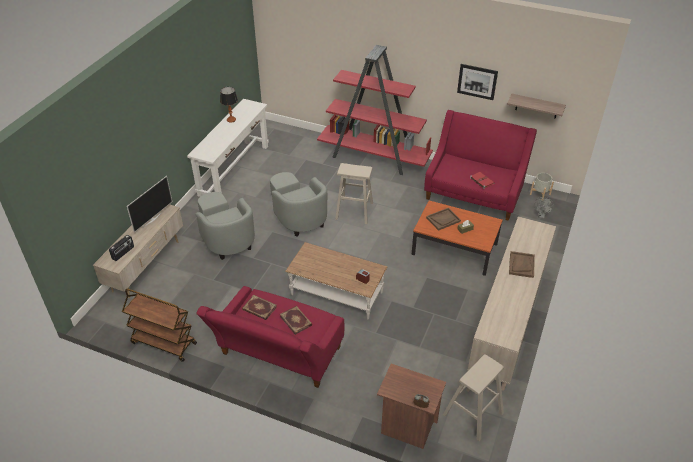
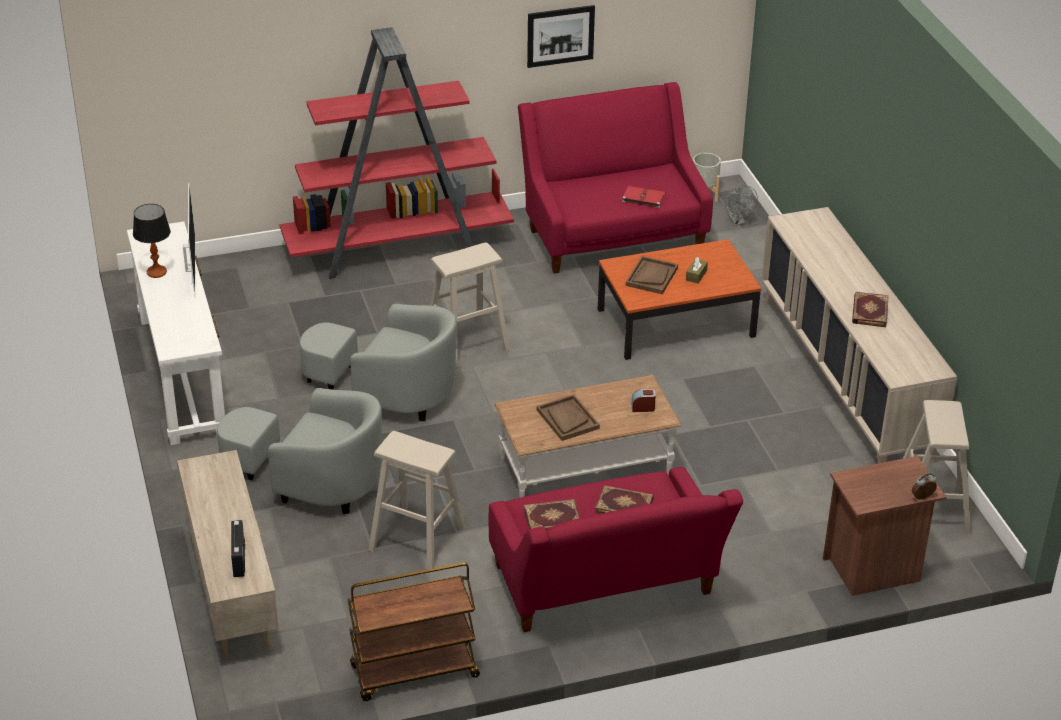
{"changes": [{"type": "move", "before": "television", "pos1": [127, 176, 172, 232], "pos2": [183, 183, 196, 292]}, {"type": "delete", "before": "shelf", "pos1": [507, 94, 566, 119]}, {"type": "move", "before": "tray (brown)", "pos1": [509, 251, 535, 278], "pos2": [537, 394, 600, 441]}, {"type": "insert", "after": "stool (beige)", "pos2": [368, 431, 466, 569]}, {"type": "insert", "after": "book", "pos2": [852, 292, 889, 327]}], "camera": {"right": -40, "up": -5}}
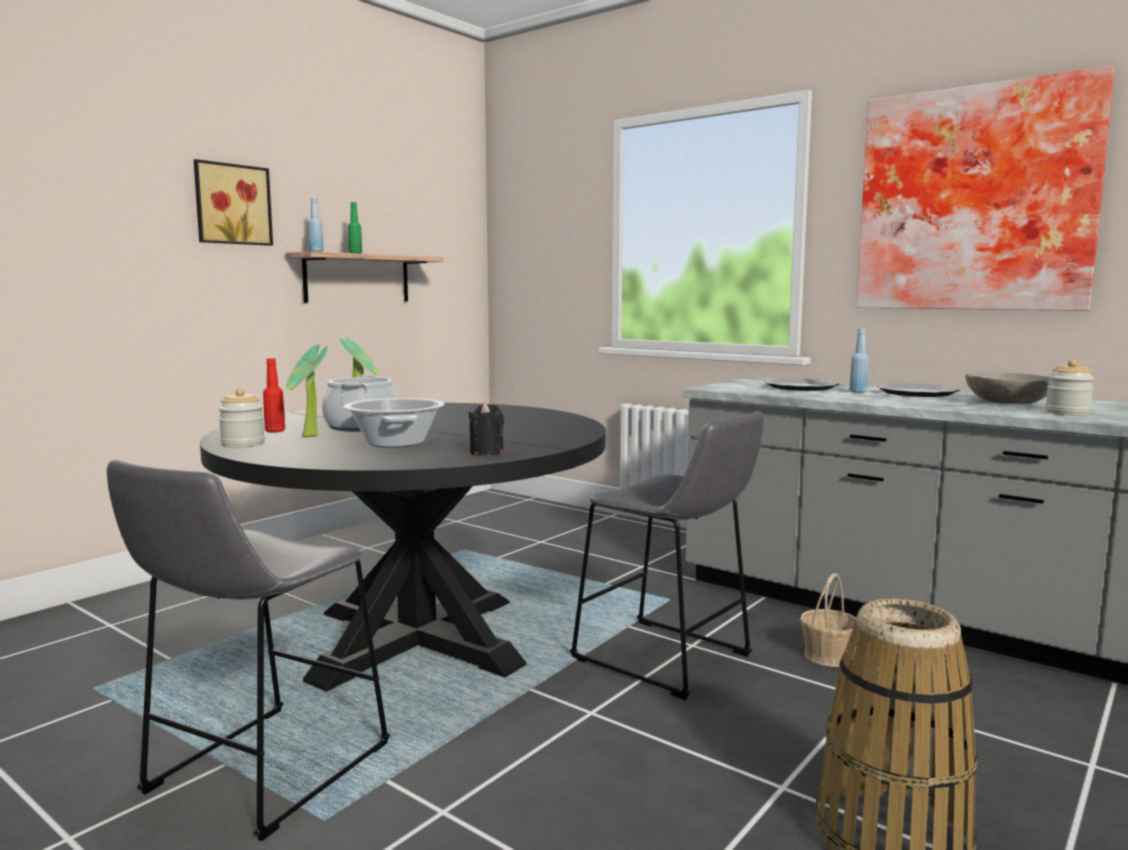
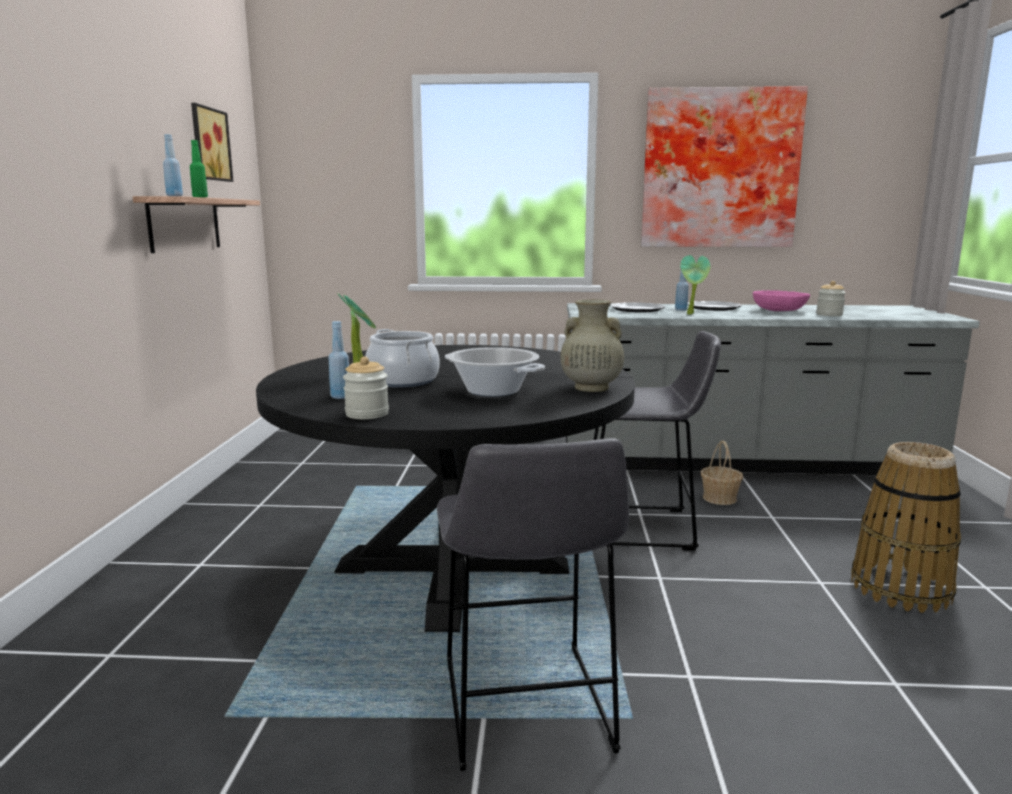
{"changes": [{"type": "move", "before": "picture", "pos1": [194, 159, 273, 246], "pos2": [191, 103, 233, 182]}, {"type": "recolor", "before": "bottle (red)", "after": "bottle (blue)", "pos1": [263, 358, 285, 433], "pos2": [328, 321, 349, 399]}, {"type": "move", "before": "potted plant", "pos1": [286, 345, 328, 438], "pos2": [680, 255, 711, 315]}, {"type": "replace", "before": "candle (black)", "after": "vase (beige)", "pos1": [468, 403, 504, 455], "pos2": [561, 299, 624, 392]}, {"type": "recolor", "before": "bowl (grey)", "after": "bowl (pink)", "pos1": [966, 372, 1050, 404], "pos2": [753, 290, 810, 311]}], "camera": {"right": -35, "up": 5}}
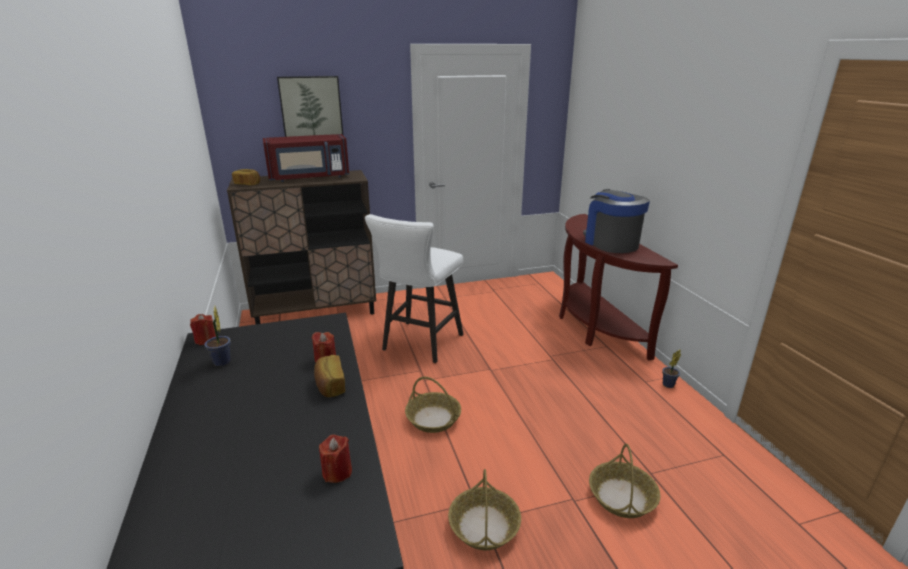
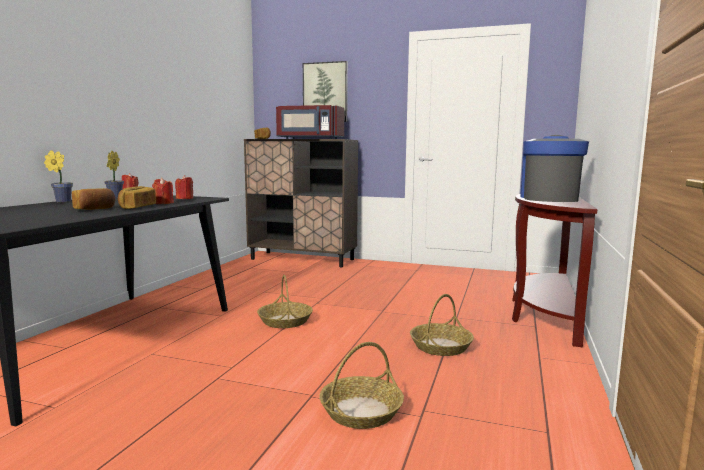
{"changes": [{"type": "move", "before": "candle (red)", "pos1": [319, 435, 352, 483], "pos2": [175, 175, 193, 199]}, {"type": "delete", "before": "stool (white)", "pos1": [365, 214, 463, 363]}, {"type": "move", "before": "basket", "pos1": [448, 469, 521, 550], "pos2": [410, 294, 474, 356]}, {"type": "move", "before": "potted plant", "pos1": [662, 350, 681, 388], "pos2": [44, 150, 73, 203]}, {"type": "insert", "after": "bread", "pos2": [72, 188, 115, 210]}], "camera": {"right": 35, "up": -15}}
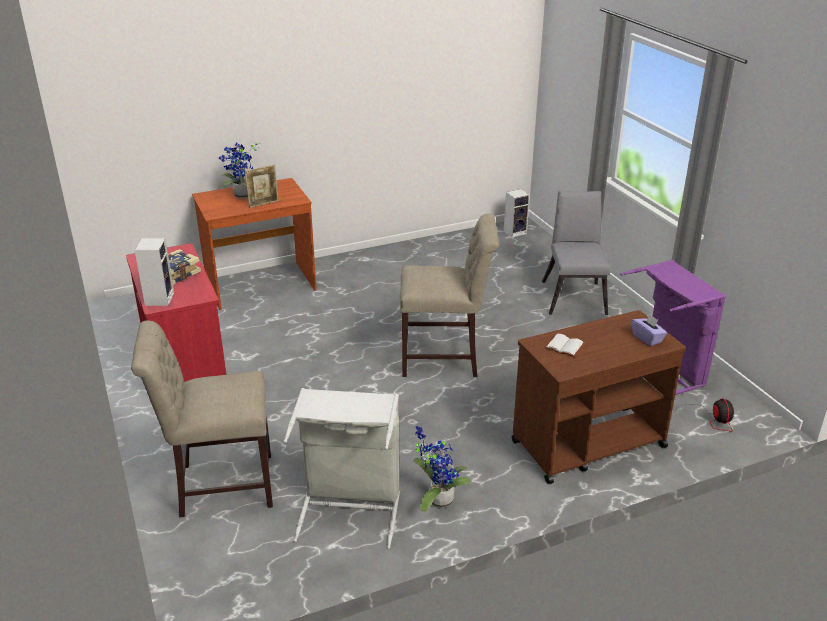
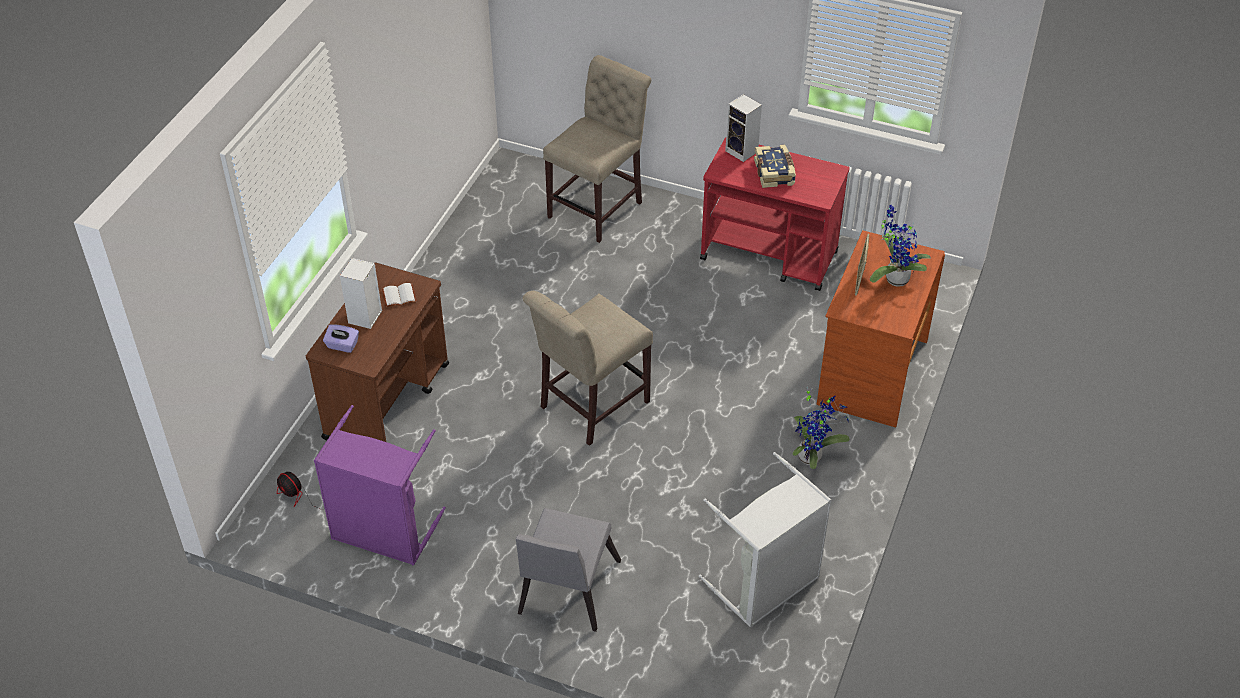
{"changes": [{"type": "move", "before": "laundry basket (grey)", "pos1": [284, 388, 400, 549], "pos2": [699, 452, 832, 628]}, {"type": "move", "before": "potted plant", "pos1": [412, 426, 470, 512], "pos2": [792, 387, 850, 469]}, {"type": "move", "before": "speaker", "pos1": [504, 189, 530, 237], "pos2": [340, 258, 382, 329]}, {"type": "rotate", "before": "chair (grey)", "pos1": [542, 190, 611, 315], "pos2": [516, 508, 621, 632], "turn": 60}], "camera": {"right": 135, "up": 15}}
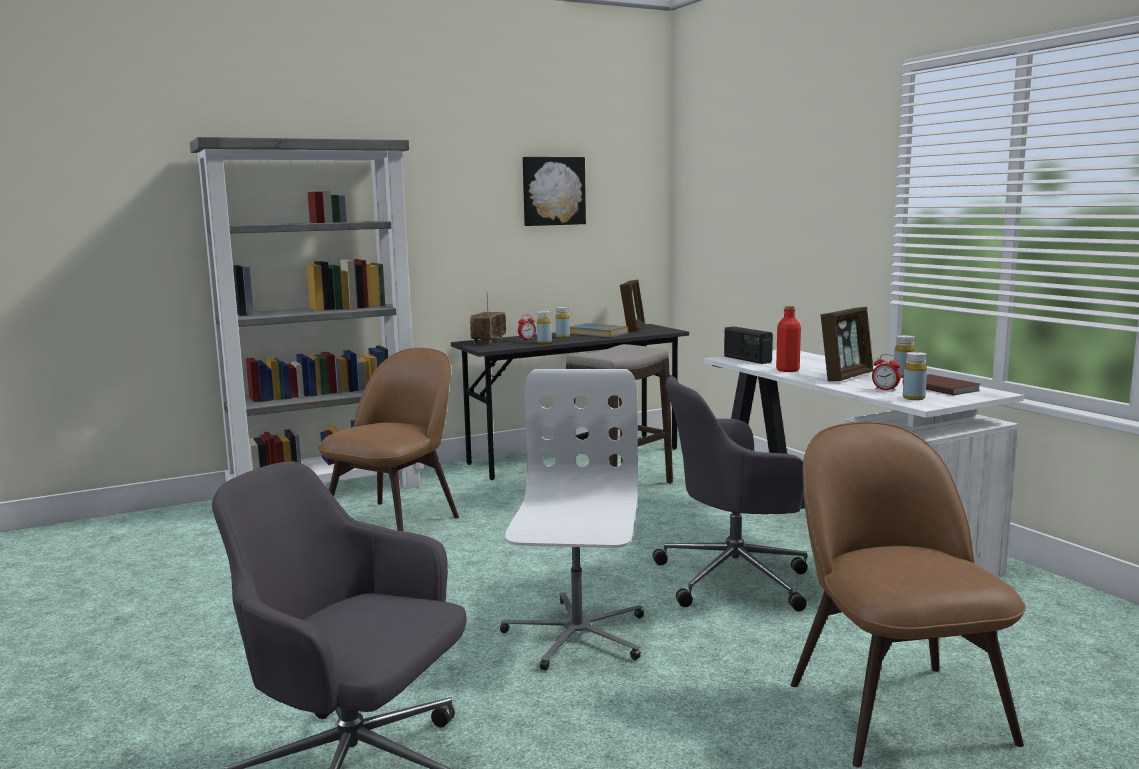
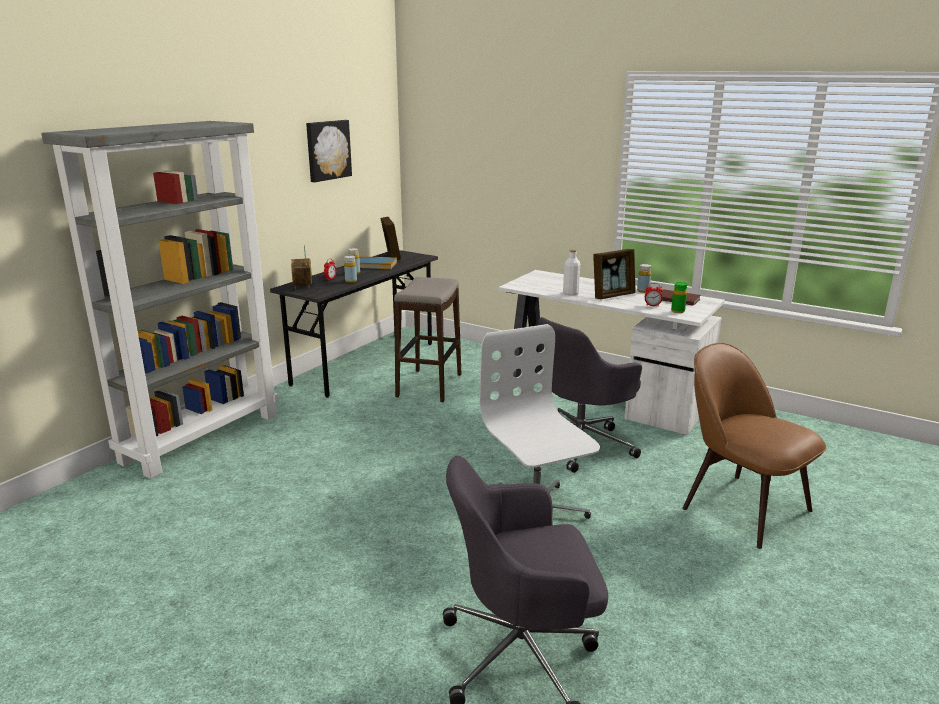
{"changes": [{"type": "delete", "before": "chair (brown)", "pos1": [318, 348, 459, 532]}, {"type": "delete", "before": "radio", "pos1": [724, 326, 773, 364]}, {"type": "recolor", "before": "bottle (red)", "after": "bottle (white)", "pos1": [776, 305, 801, 372], "pos2": [563, 249, 580, 296]}, {"type": "rotate", "before": "picture frame", "pos1": [821, 307, 873, 381], "pos2": [593, 249, 636, 299], "turn": 45}, {"type": "recolor", "before": "bottle (yellow)", "after": "bottle (green)", "pos1": [903, 352, 927, 400], "pos2": [671, 282, 687, 313]}], "camera": {"right": -30, "up": 10}}
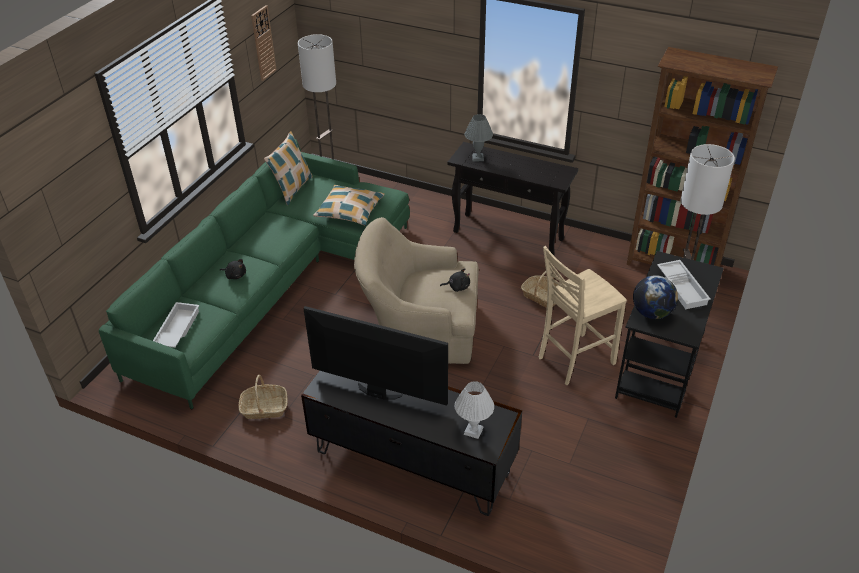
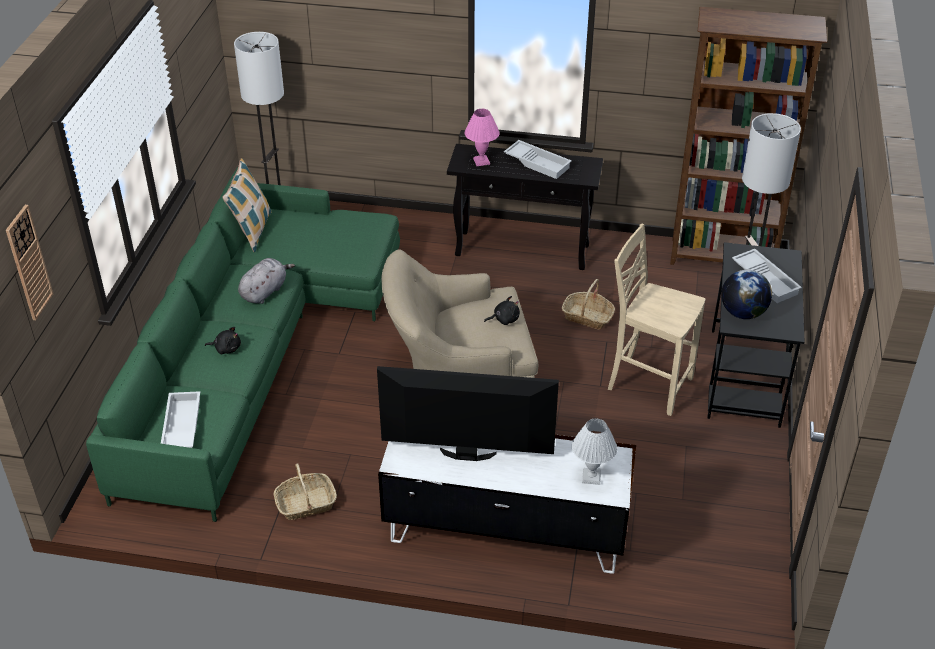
{"changes": [{"type": "move", "before": "wall clock", "pos1": [251, 5, 277, 81], "pos2": [6, 205, 53, 320]}, {"type": "recolor", "before": "tv stand (black)", "after": "tv stand (white)", "pos1": [301, 371, 522, 516], "pos2": [378, 435, 636, 574]}, {"type": "delete", "before": "pillow", "pos1": [313, 185, 385, 226]}, {"type": "recolor", "before": "table lamp (grey)", "after": "table lamp (pink)", "pos1": [465, 114, 493, 161], "pos2": [465, 109, 499, 166]}, {"type": "rotate", "before": "chair (beige)", "pos1": [539, 246, 627, 385], "pos2": [608, 223, 705, 416], "turn": 75}, {"type": "insert", "after": "plush toy (grey)", "pos2": [238, 258, 295, 304]}, {"type": "insert", "after": "tray (white)", "pos2": [504, 140, 572, 179]}], "camera": {"right": -15, "up": 0}}
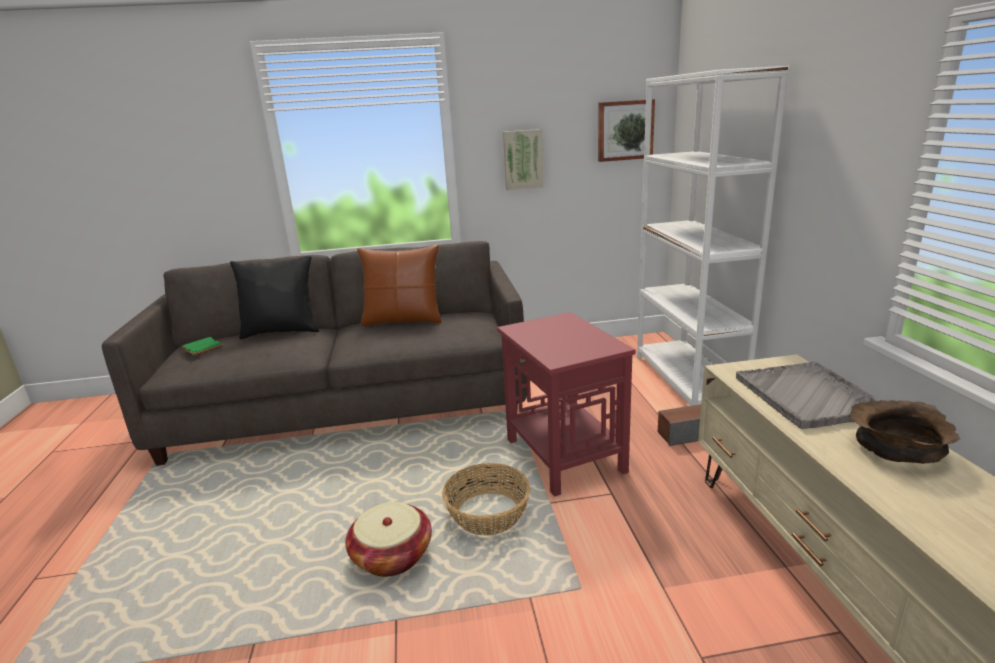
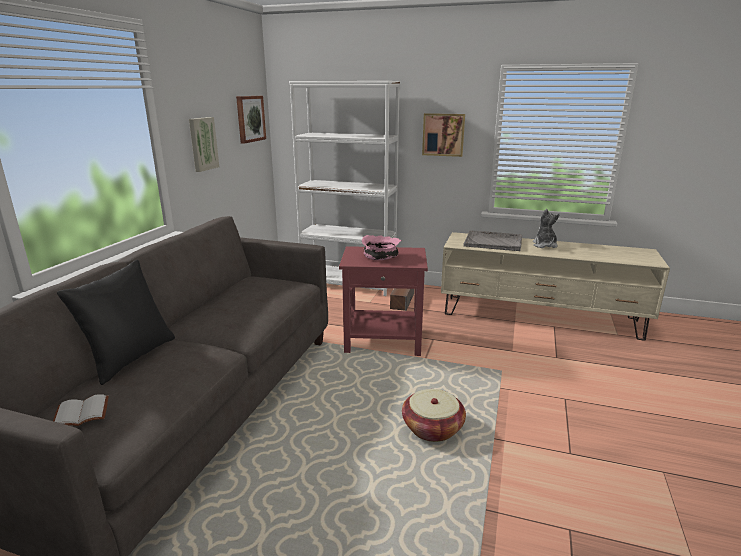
{"changes": [{"type": "recolor", "before": "book (green)", "after": "book (white)", "pos1": [180, 337, 223, 356], "pos2": [53, 394, 109, 426]}, {"type": "delete", "before": "pillow (brown)", "pos1": [357, 245, 442, 326]}, {"type": "delete", "before": "basket", "pos1": [442, 463, 530, 536]}, {"type": "replace", "before": "bowl (brown)", "after": "plush toy", "pos1": [850, 400, 960, 464], "pos2": [533, 209, 560, 248]}, {"type": "insert", "after": "bowl (pink)", "pos2": [362, 235, 402, 260]}, {"type": "insert", "after": "picture", "pos2": [422, 113, 465, 157]}], "camera": {"right": -65, "up": 0}}
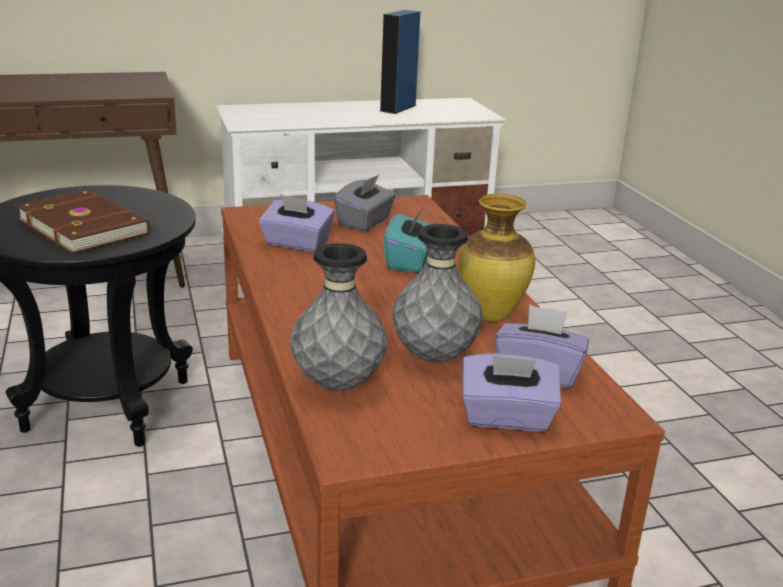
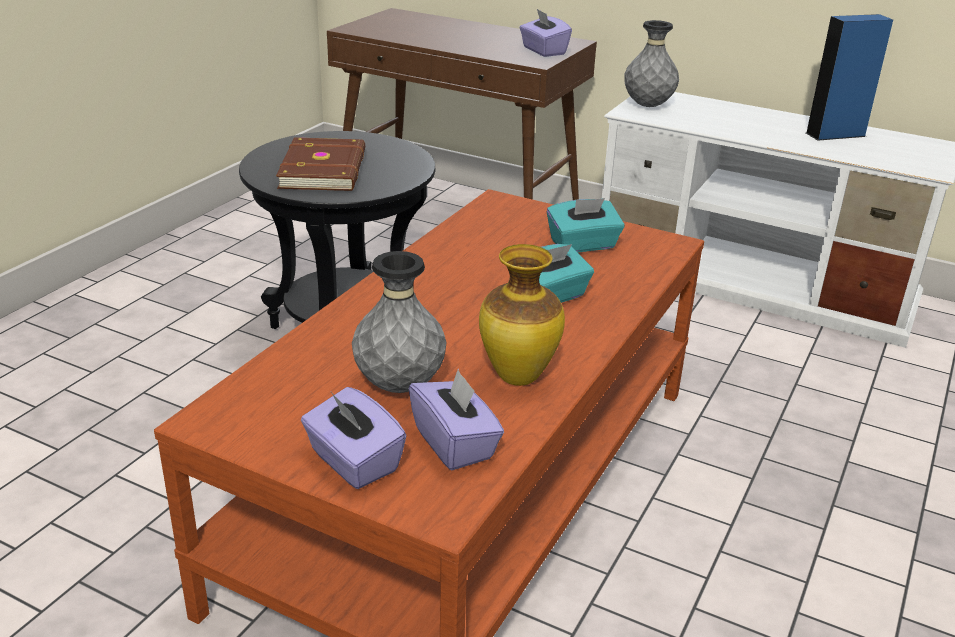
{"changes": [{"type": "move", "before": "tissue box (purple)", "pos1": [259, 194, 335, 252], "pos2": [520, 9, 572, 57]}, {"type": "move", "before": "vase (grey)", "pos1": [290, 243, 387, 390], "pos2": [625, 20, 679, 107]}, {"type": "recolor", "before": "tissue box (grey)", "after": "tissue box (turquoise)", "pos1": [334, 175, 396, 231], "pos2": [547, 198, 624, 253]}], "camera": {"right": 45, "up": 5}}
